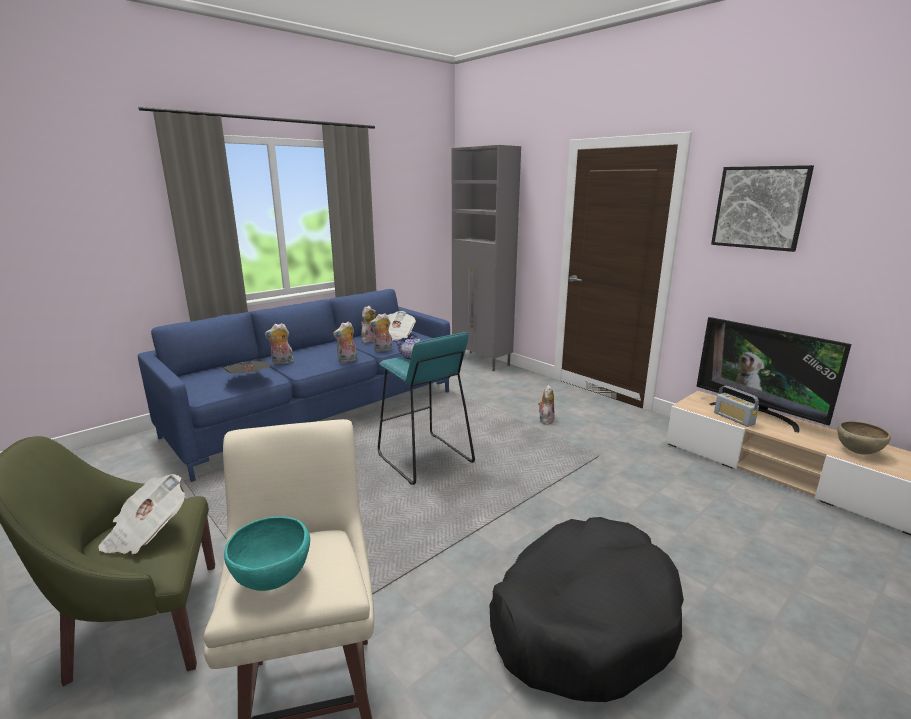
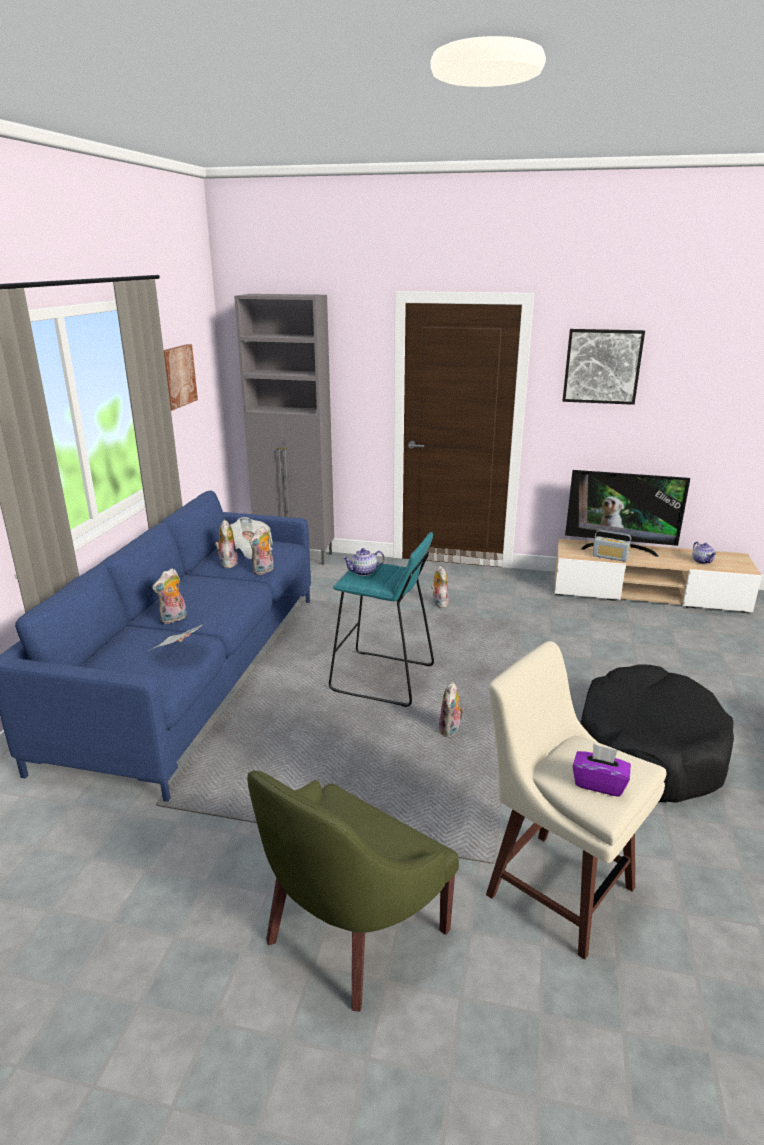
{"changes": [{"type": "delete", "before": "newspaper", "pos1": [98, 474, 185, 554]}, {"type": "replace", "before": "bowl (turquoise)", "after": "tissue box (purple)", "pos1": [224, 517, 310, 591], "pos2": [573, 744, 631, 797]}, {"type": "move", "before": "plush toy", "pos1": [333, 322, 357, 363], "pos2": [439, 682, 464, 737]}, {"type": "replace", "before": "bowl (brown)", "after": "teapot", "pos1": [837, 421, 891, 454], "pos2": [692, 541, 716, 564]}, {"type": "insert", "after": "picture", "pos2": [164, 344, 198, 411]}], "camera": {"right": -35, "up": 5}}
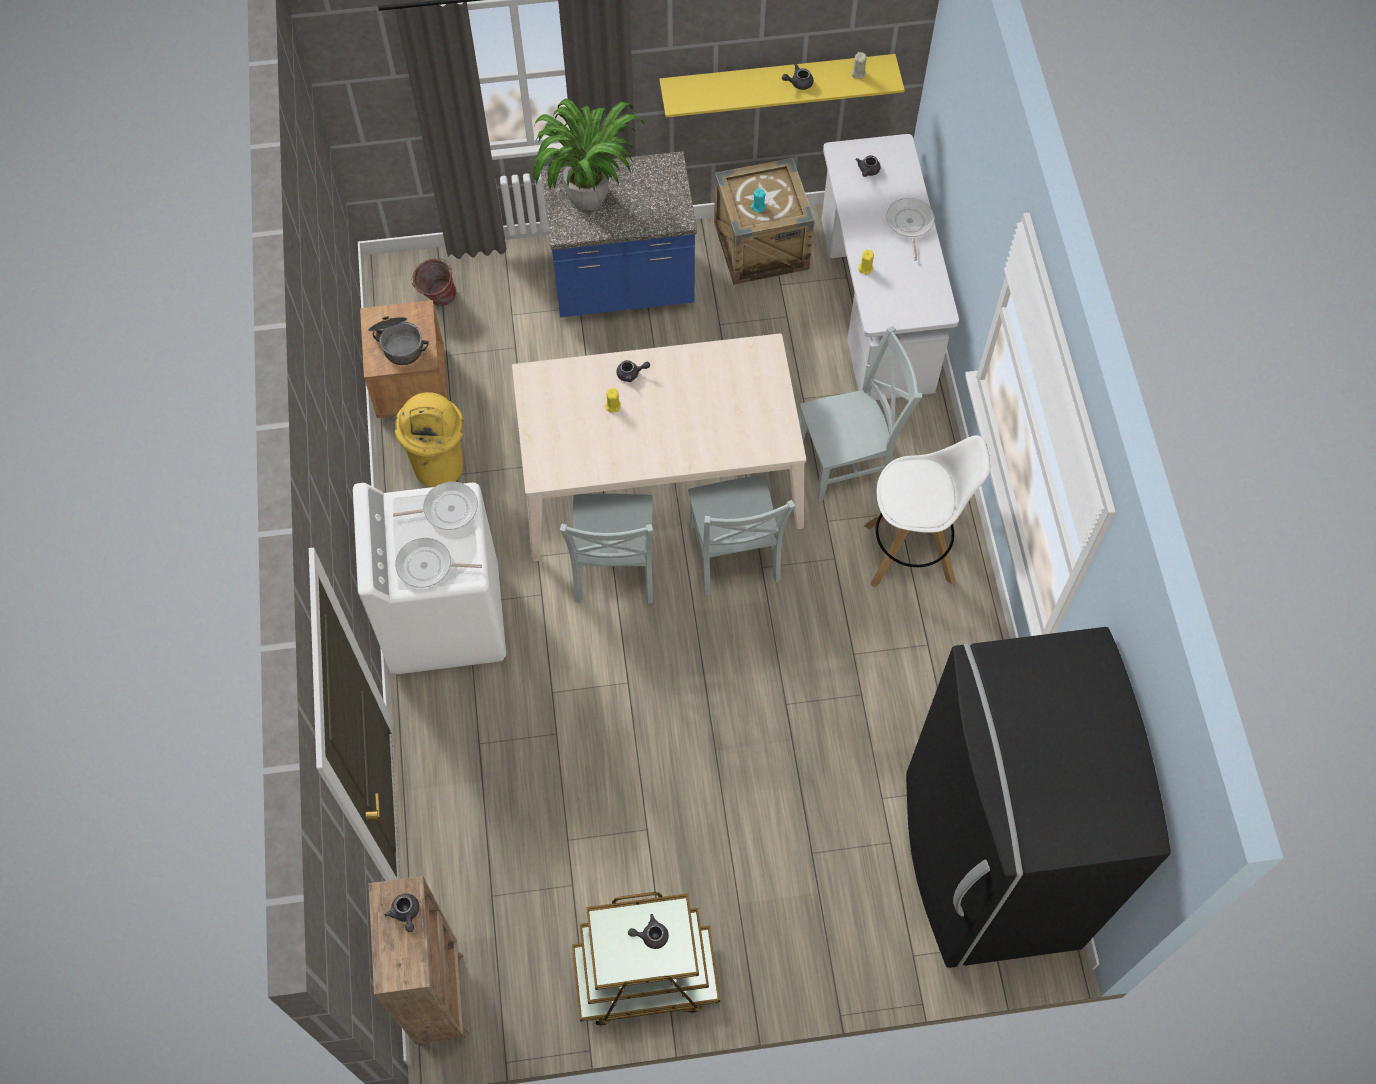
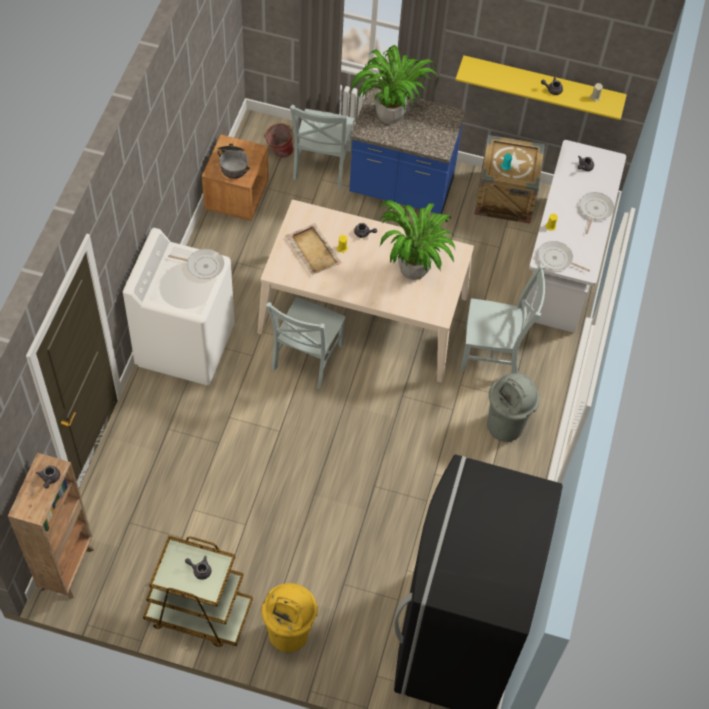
{"changes": [{"type": "move", "before": "trash can (yellow)", "pos1": [395, 392, 464, 487], "pos2": [261, 583, 318, 653]}, {"type": "move", "before": "frying pan", "pos1": [395, 538, 482, 588], "pos2": [538, 241, 590, 272]}, {"type": "move", "before": "chair (grey)", "pos1": [688, 475, 795, 595], "pos2": [290, 105, 354, 188]}, {"type": "replace", "before": "stool (white)", "after": "trash can (grey)", "pos1": [864, 435, 990, 588], "pos2": [487, 373, 540, 442]}, {"type": "insert", "after": "tray (beige)", "pos2": [286, 223, 342, 275]}, {"type": "insert", "after": "potted plant", "pos2": [379, 200, 456, 280]}], "camera": {"right": 20, "up": -5}}
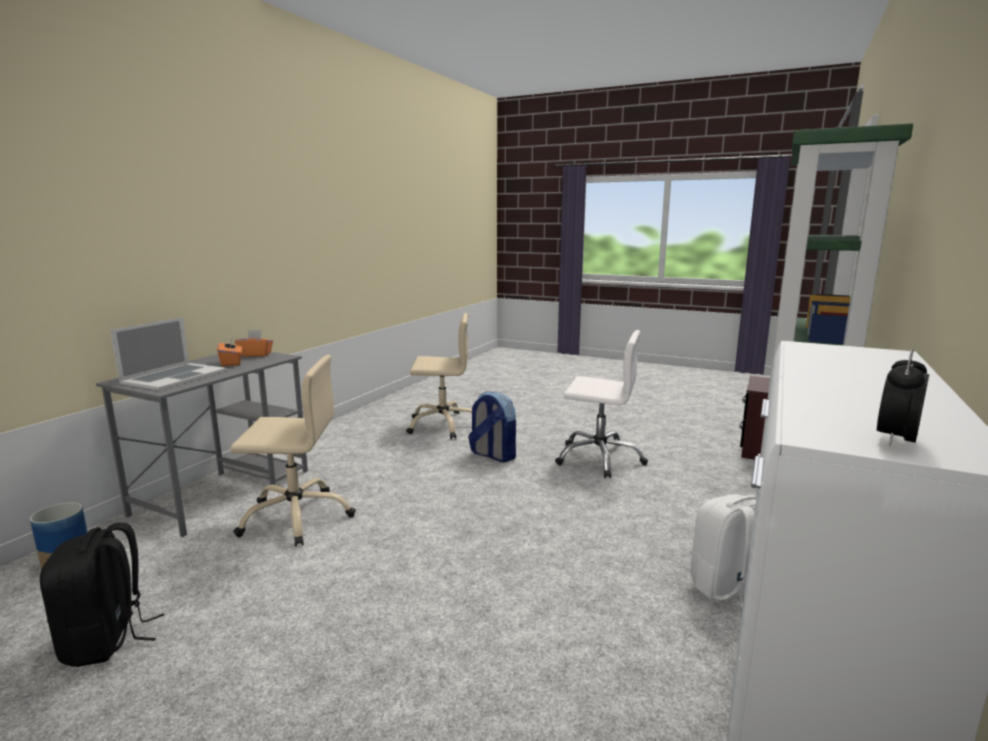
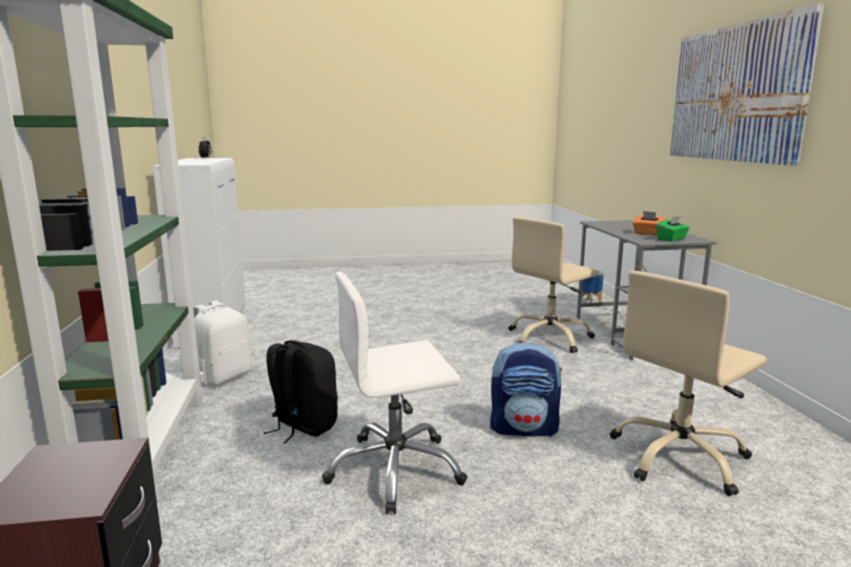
{"changes": [{"type": "move", "before": "backpack (black)", "pos1": [40, 522, 164, 667], "pos2": [263, 340, 338, 444]}, {"type": "delete", "before": "laptop", "pos1": [110, 317, 227, 390]}, {"type": "recolor", "before": "tissue box (orange)", "after": "tissue box (green)", "pos1": [235, 330, 273, 357], "pos2": [656, 216, 689, 242]}, {"type": "insert", "after": "picture", "pos2": [670, 4, 824, 166]}], "camera": {"right": 145, "up": 0}}
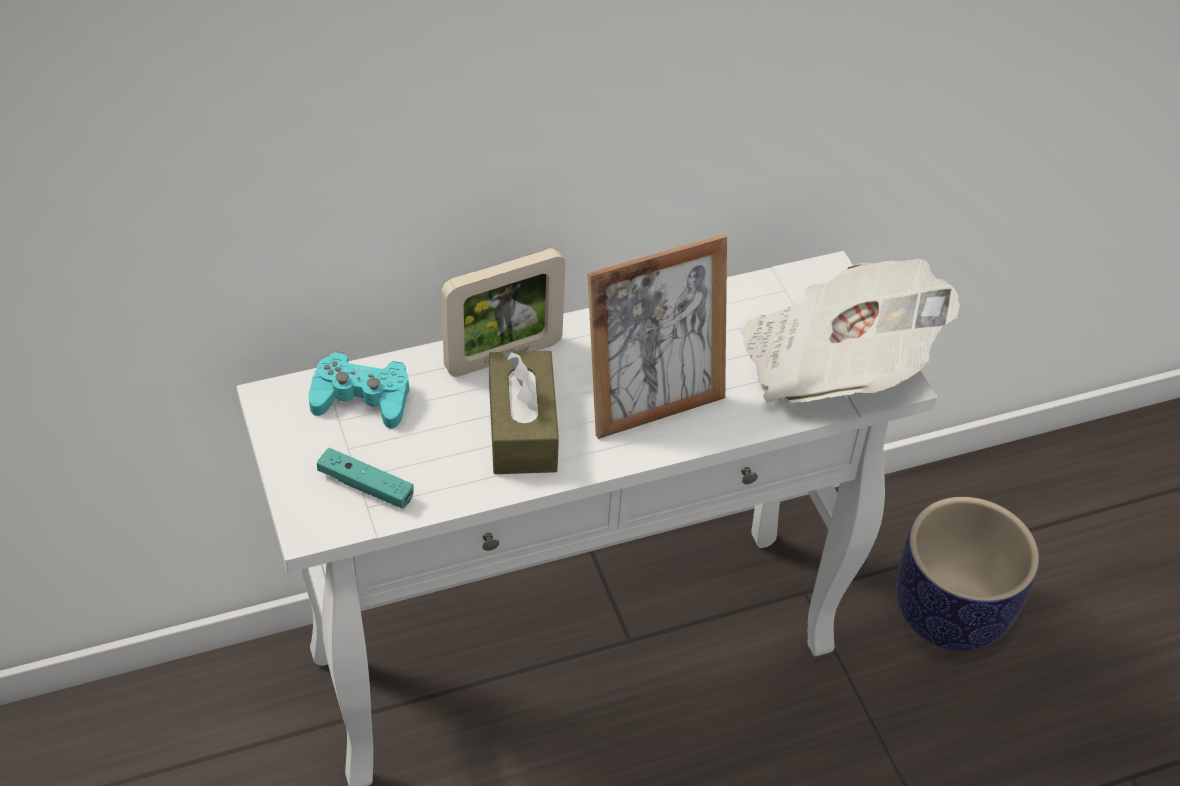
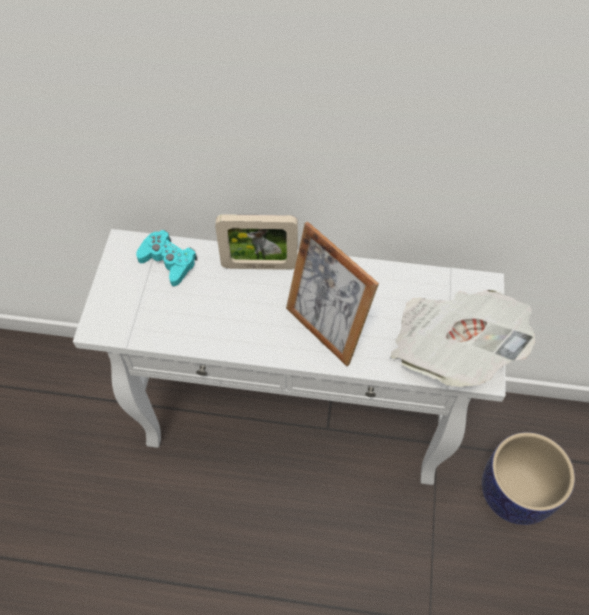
{"changes": [{"type": "delete", "before": "game controller (turquoise)", "pos1": [317, 448, 413, 509]}, {"type": "delete", "before": "tissue box (brown)", "pos1": [489, 351, 559, 474]}, {"type": "rotate", "before": "picture frame", "pos1": [588, 234, 727, 439], "pos2": [286, 221, 379, 366], "turn": 45}], "camera": {"right": 30, "up": 10}}
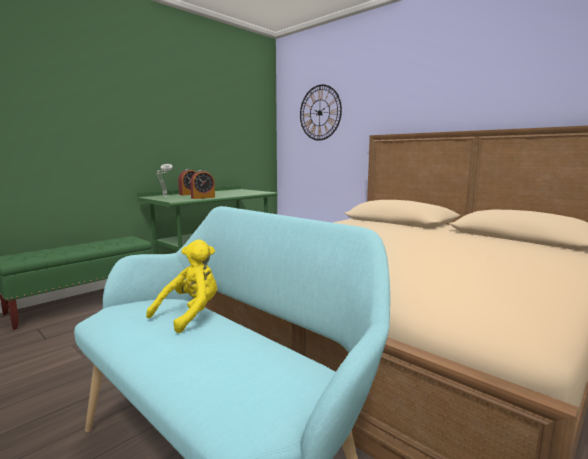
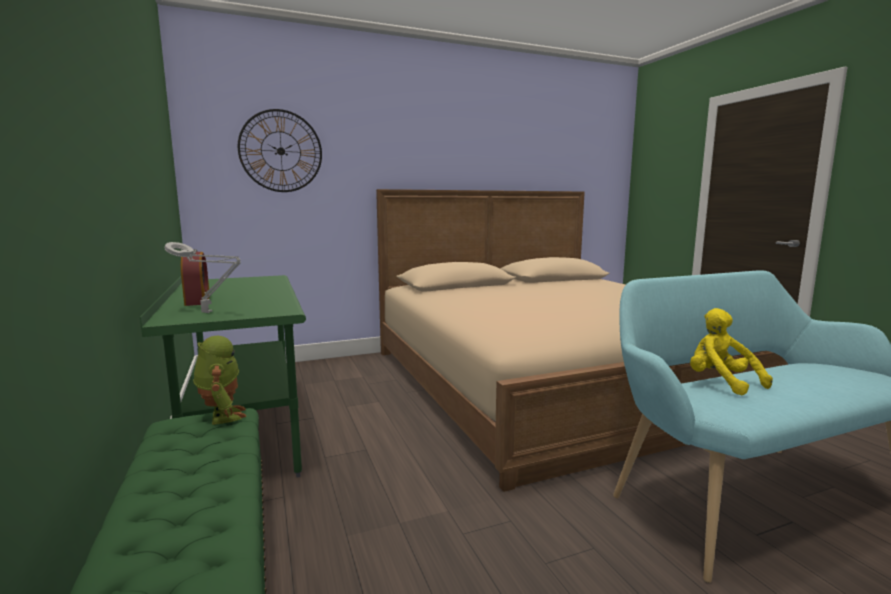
{"changes": [{"type": "delete", "before": "alarm clock", "pos1": [190, 170, 215, 199]}, {"type": "insert", "after": "toy robot", "pos2": [193, 336, 246, 425]}], "camera": {"right": -65, "up": 0}}
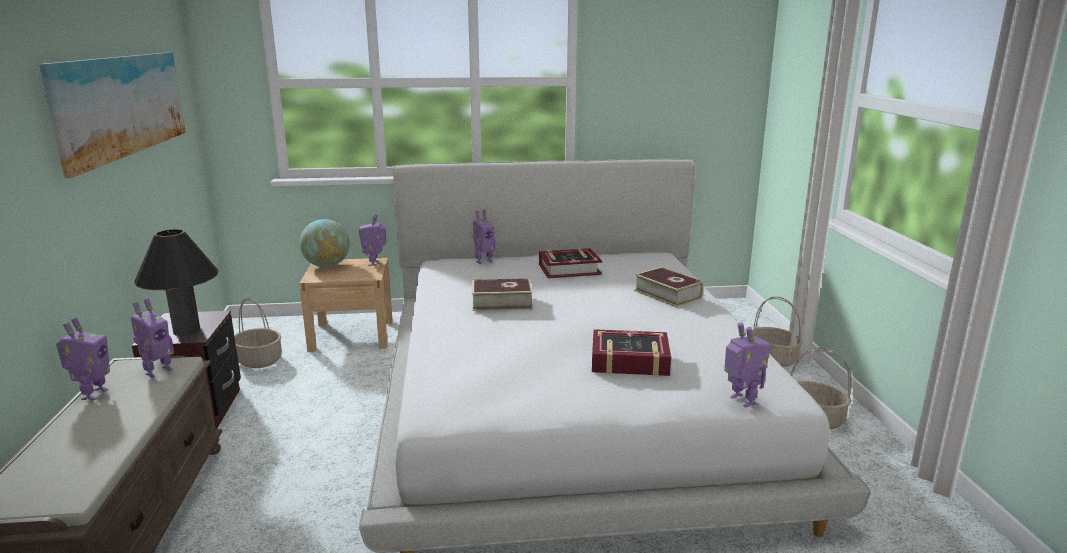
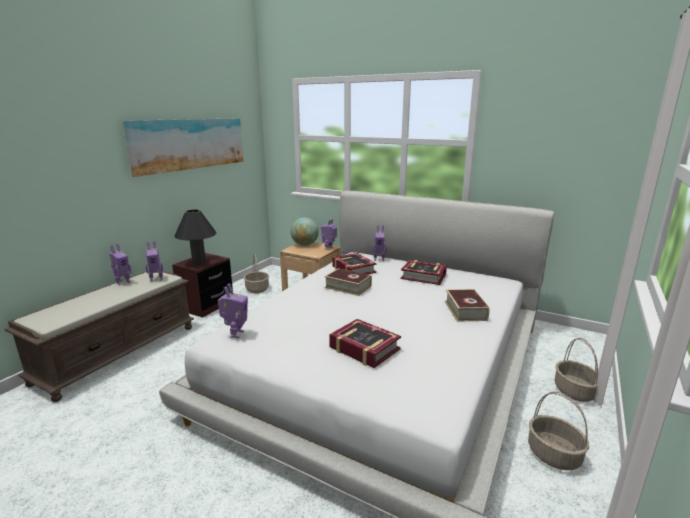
{"changes": [{"type": "move", "before": "toy robot", "pos1": [724, 323, 771, 408], "pos2": [218, 283, 248, 338]}, {"type": "insert", "after": "book", "pos2": [332, 253, 377, 274]}], "camera": {"right": 35, "up": 0}}
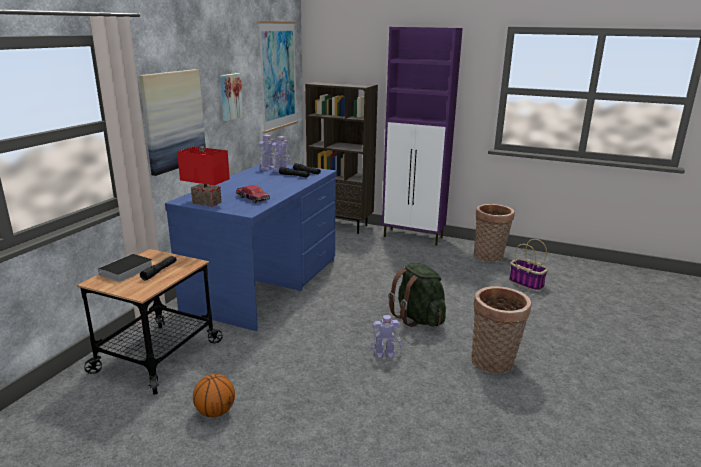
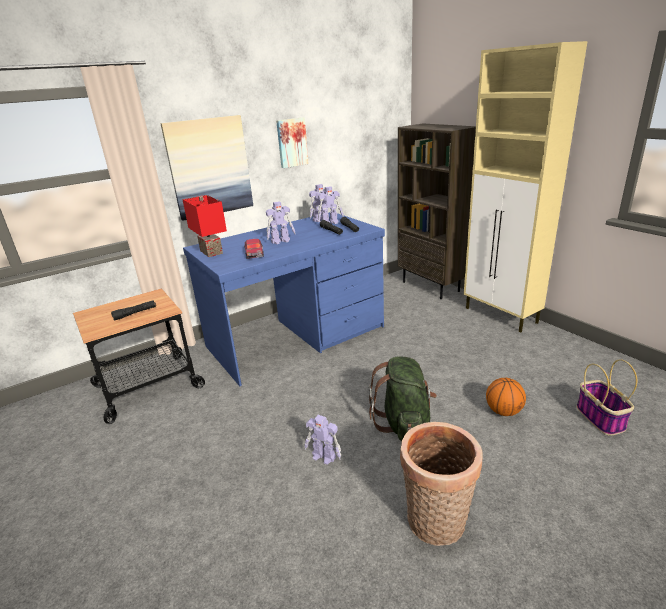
{"changes": [{"type": "delete", "before": "book", "pos1": [93, 254, 152, 282]}, {"type": "move", "before": "basketball", "pos1": [193, 374, 235, 417], "pos2": [486, 378, 526, 416]}, {"type": "delete", "before": "picture", "pos1": [258, 21, 298, 133]}, {"type": "recolor", "before": "cabinet (purple)", "after": "cabinet (beige)", "pos1": [382, 27, 463, 246], "pos2": [464, 41, 588, 333]}, {"type": "delete", "before": "basket", "pos1": [474, 204, 515, 262]}, {"type": "insert", "after": "toy robot", "pos2": [266, 201, 295, 244]}], "camera": {"right": 35, "up": 5}}
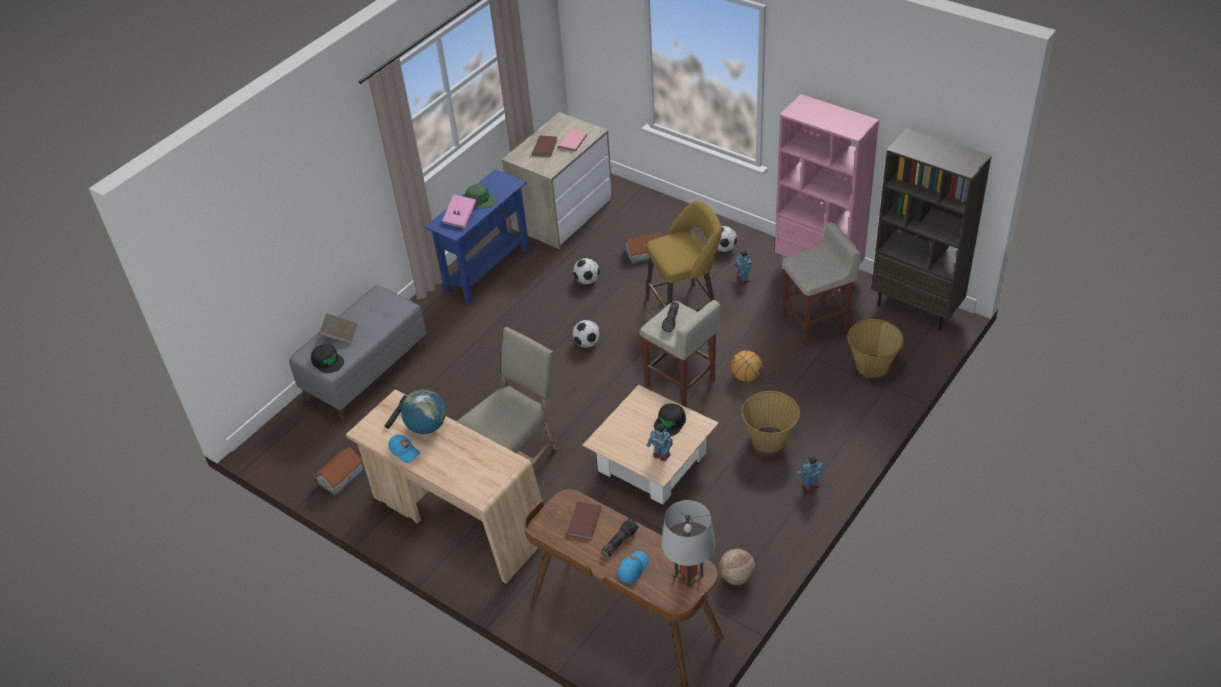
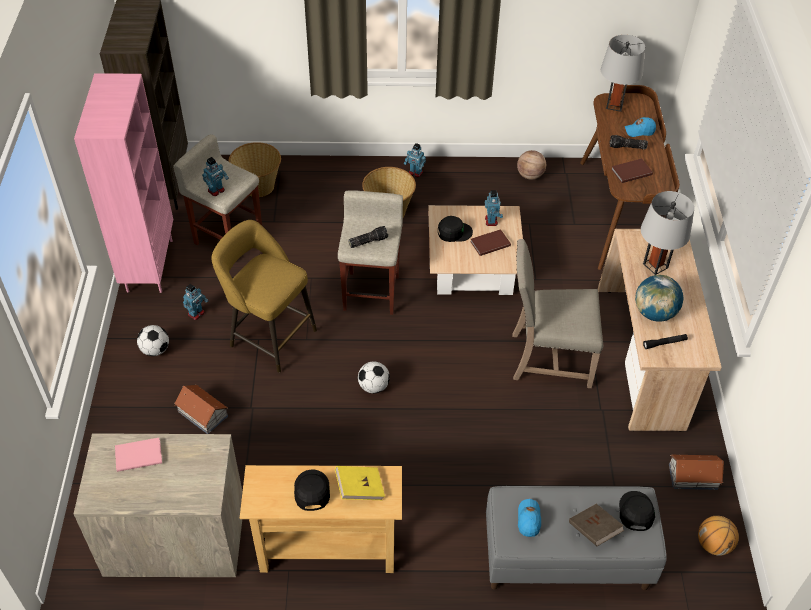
{"changes": [{"type": "move", "before": "cap (blue)", "pos1": [389, 434, 421, 463], "pos2": [518, 499, 541, 537]}, {"type": "recolor", "before": "console table (blue)", "after": "console table (beige)", "pos1": [425, 169, 530, 304], "pos2": [240, 465, 402, 573]}, {"type": "recolor", "before": "book (pink)", "after": "book (yellow)", "pos1": [442, 194, 476, 228], "pos2": [335, 466, 385, 500]}, {"type": "recolor", "before": "cap (green)", "after": "cap (black)", "pos1": [465, 184, 497, 209], "pos2": [294, 469, 330, 511]}, {"type": "move", "before": "book (brown)", "pos1": [532, 135, 558, 157], "pos2": [470, 229, 511, 256]}, {"type": "delete", "before": "football", "pos1": [573, 258, 599, 284]}, {"type": "move", "before": "basketball", "pos1": [731, 350, 762, 382], "pos2": [698, 516, 739, 556]}, {"type": "insert", "after": "toy robot", "pos2": [202, 157, 229, 196]}, {"type": "insert", "after": "table lamp (grey)", "pos2": [641, 191, 694, 275]}], "camera": {"right": -130, "up": 5}}
